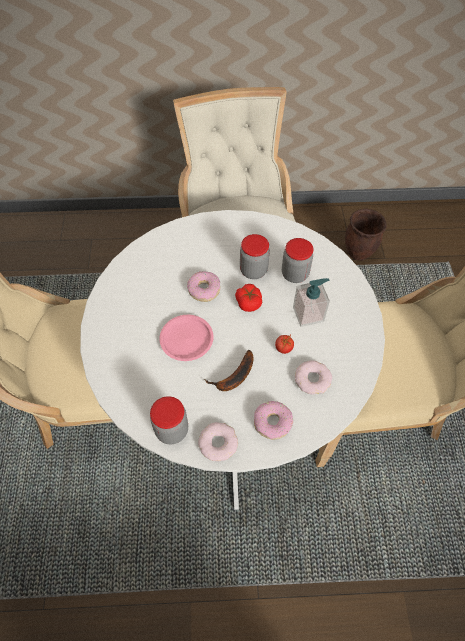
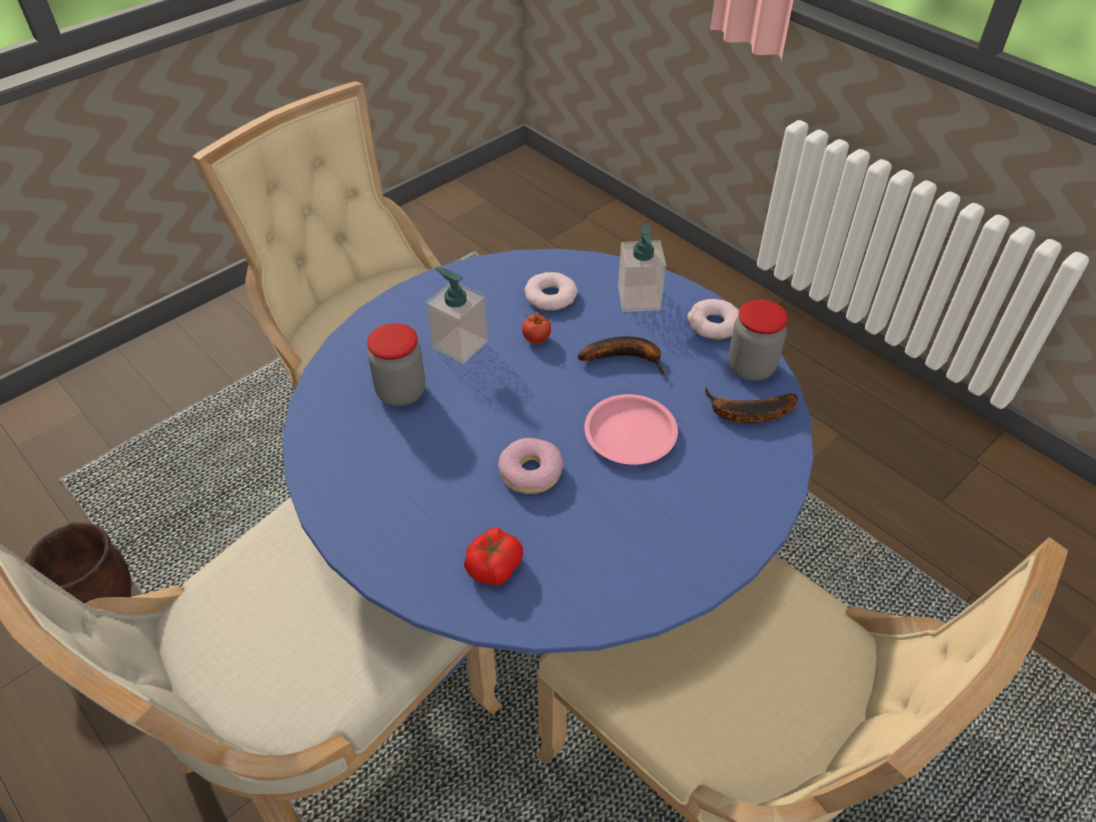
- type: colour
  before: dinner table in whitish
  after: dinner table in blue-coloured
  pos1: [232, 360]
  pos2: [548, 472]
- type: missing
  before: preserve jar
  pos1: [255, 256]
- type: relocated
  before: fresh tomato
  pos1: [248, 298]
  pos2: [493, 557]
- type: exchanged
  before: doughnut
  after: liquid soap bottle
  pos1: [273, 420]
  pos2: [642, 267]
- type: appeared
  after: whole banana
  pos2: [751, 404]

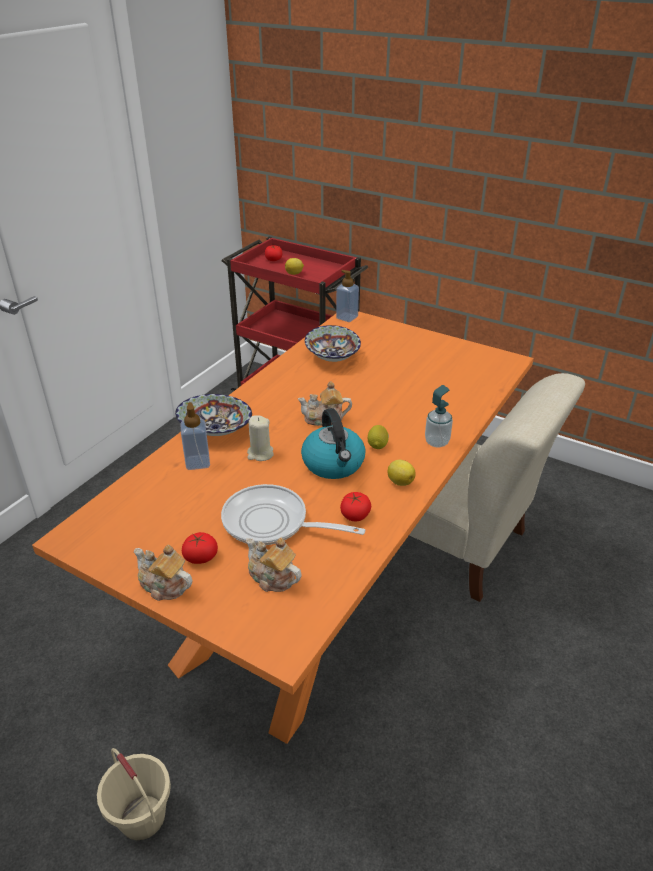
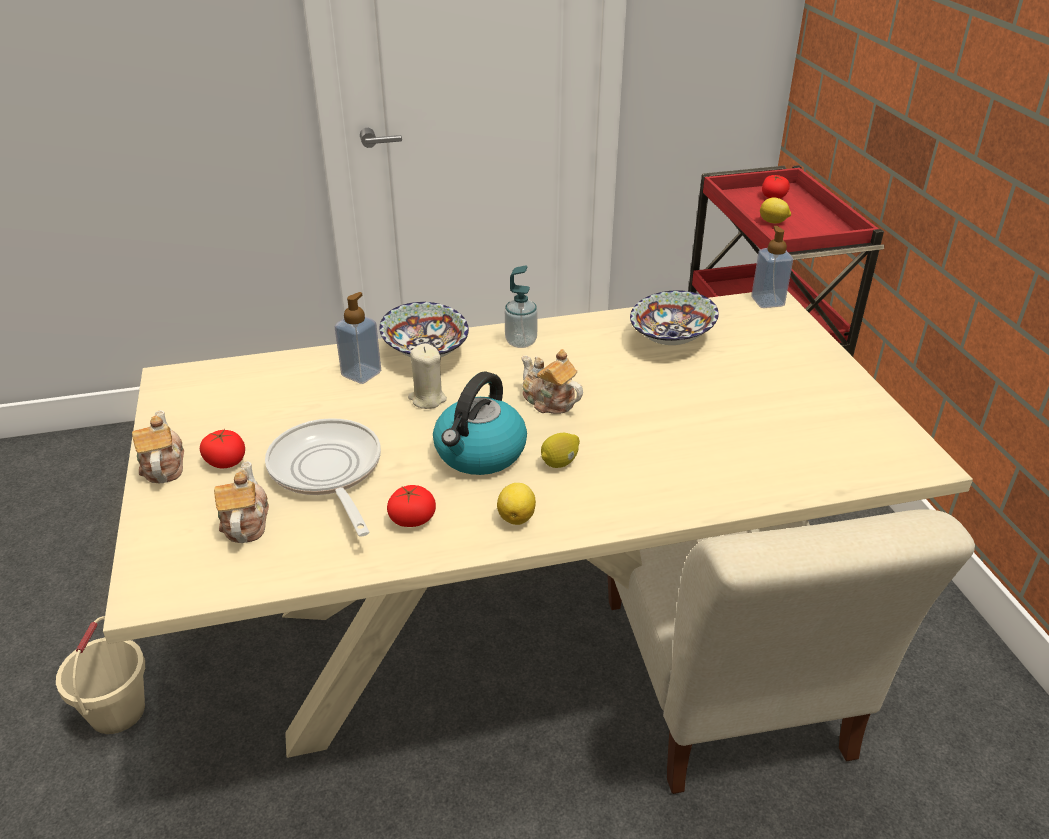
- type: colour
  before: dinner table in orange
  after: dinner table in sand-coloured
  pos1: [283, 527]
  pos2: [538, 524]
- type: relocated
  before: liquid soap bottle
  pos1: [439, 416]
  pos2: [521, 306]

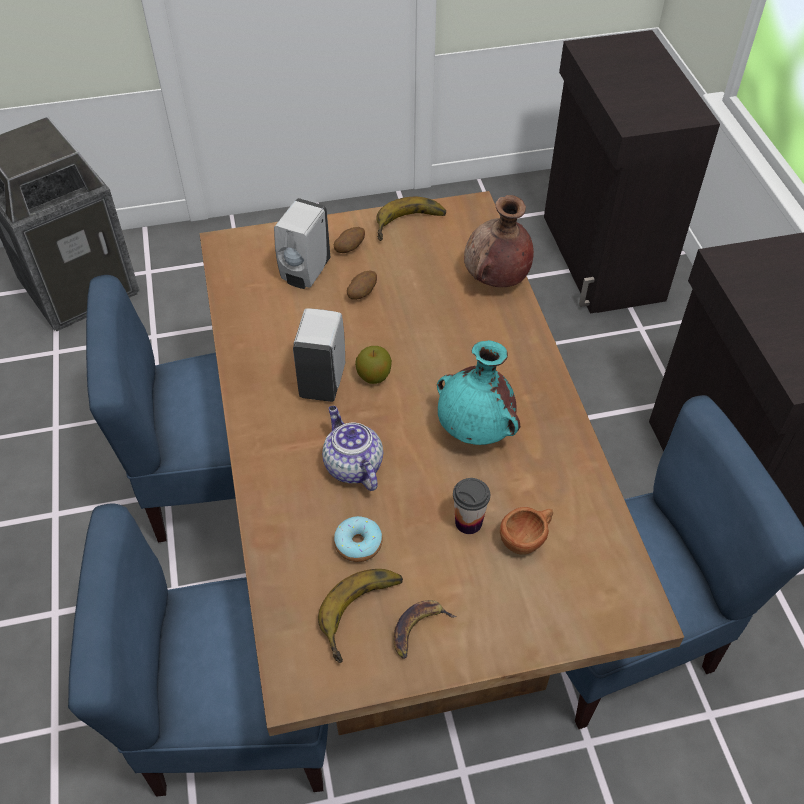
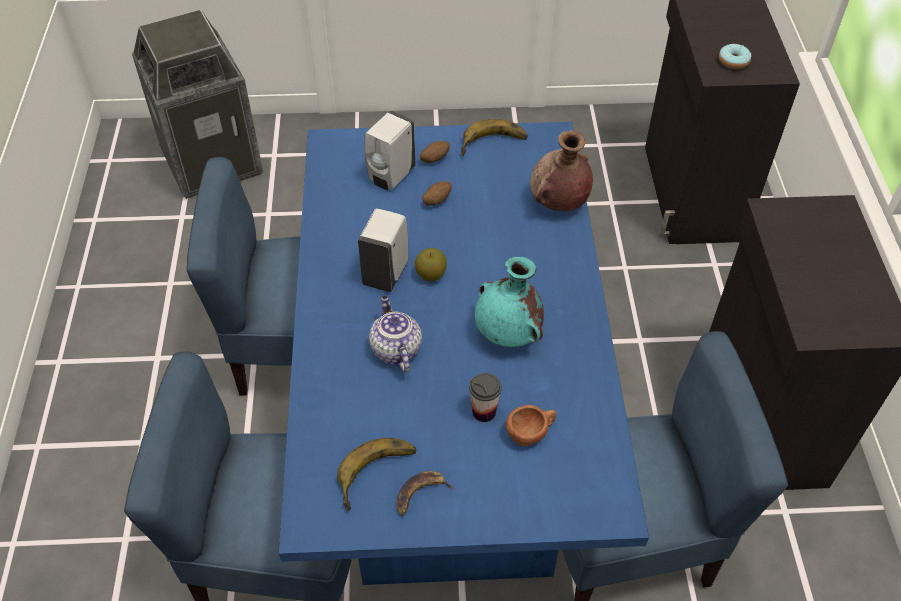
- type: colour
  before: dinner table in brown
  after: dinner table in blue-coloured
  pos1: [441, 463]
  pos2: [464, 353]
- type: relocated
  before: doughnut
  pos1: [358, 539]
  pos2: [735, 56]

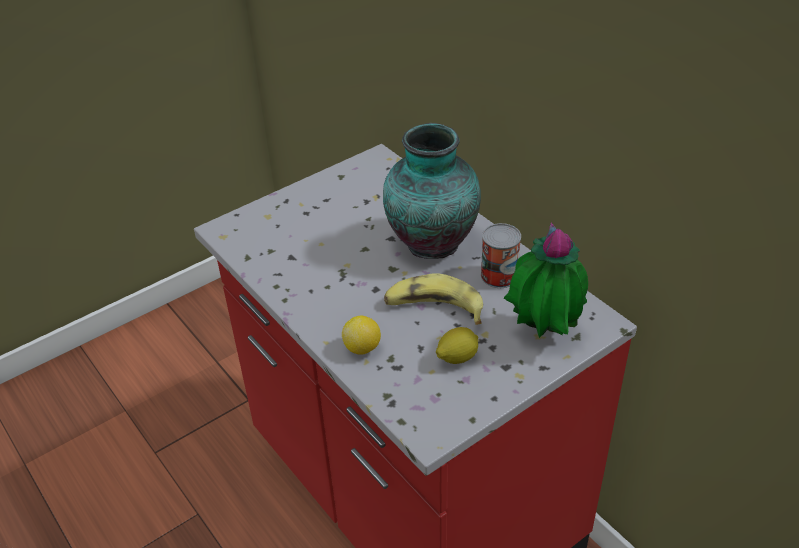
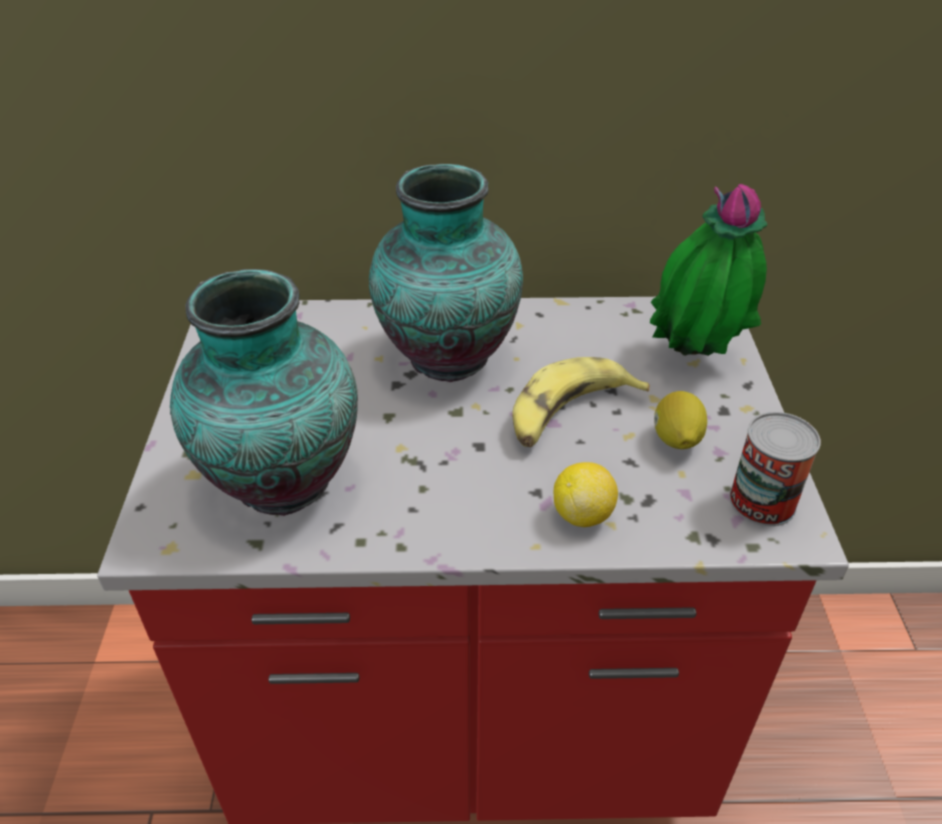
- type: relocated
  before: sealed can
  pos1: [501, 255]
  pos2: [775, 469]
- type: appeared
  after: flower vase
  pos2: [264, 392]

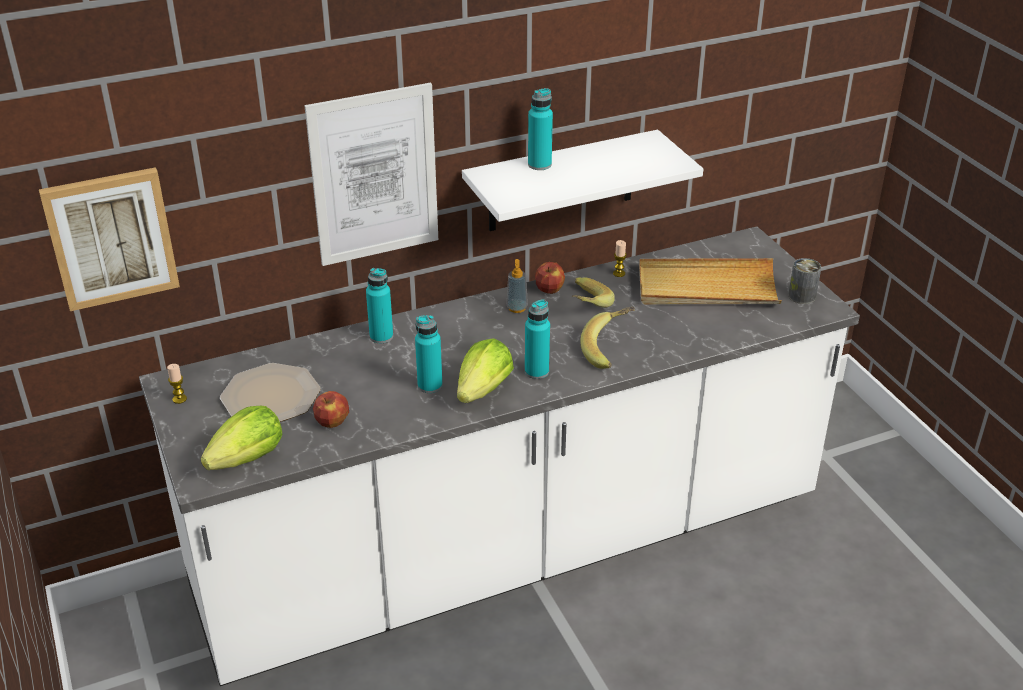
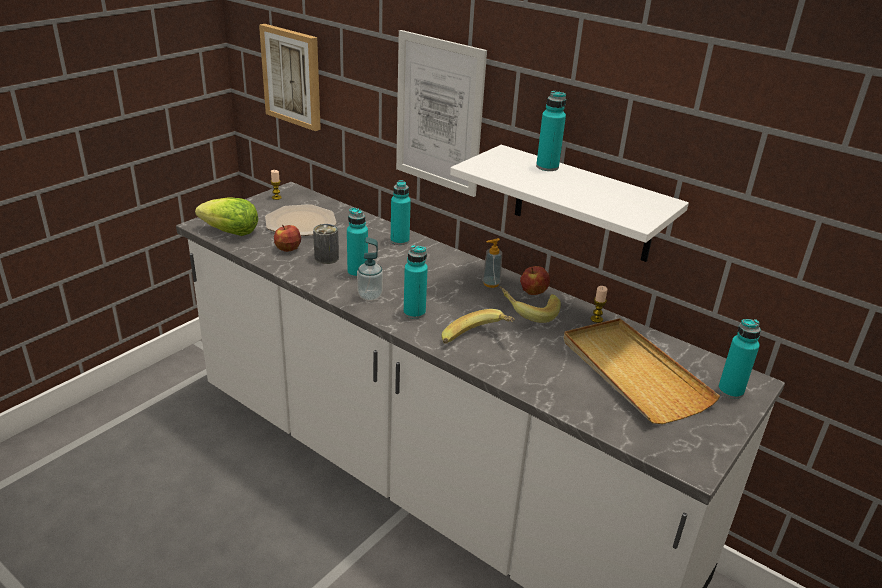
- type: relocated
  before: sealed can
  pos1: [804, 281]
  pos2: [326, 244]
- type: exchanged
  before: lettuce head
  after: liquid soap bottle
  pos1: [485, 370]
  pos2: [370, 269]
- type: appeared
  after: drink bottle in turquoise-coloured
  pos2: [739, 359]

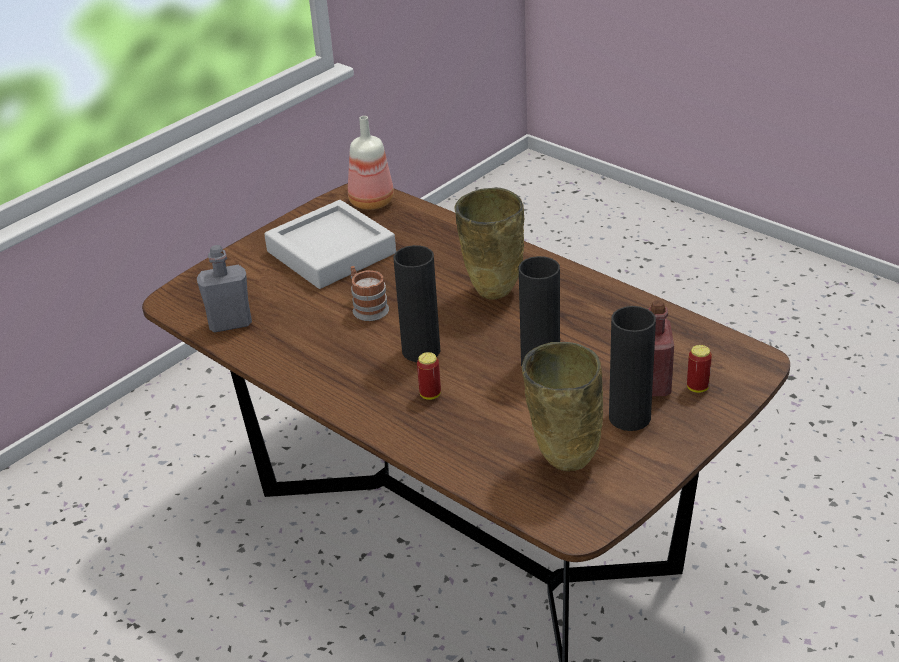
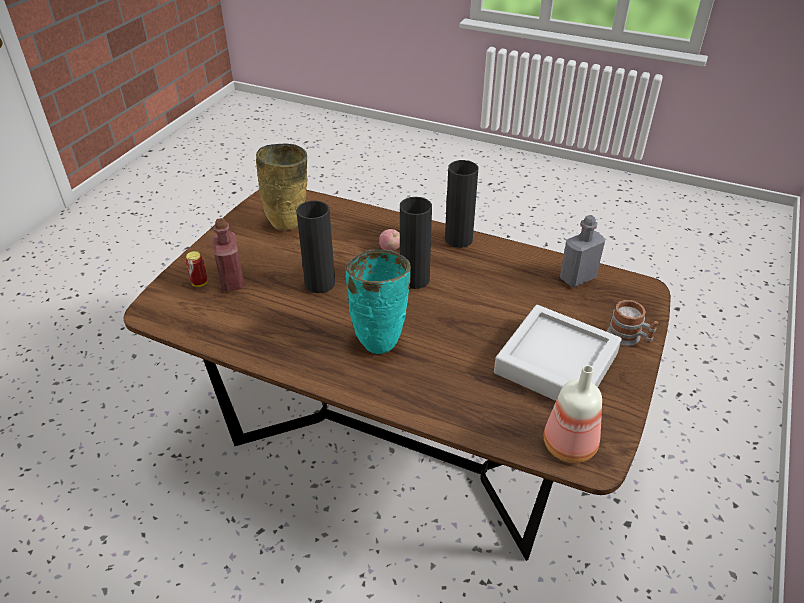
- type: colour
  before: flower vase in sand-coloured
  after: flower vase in turquoise-coloured
  pos1: [489, 244]
  pos2: [378, 301]
- type: relocated
  before: coffee mug
  pos1: [370, 293]
  pos2: [632, 323]
- type: relocated
  before: flower vase in black-coloured
  pos1: [632, 368]
  pos2: [462, 204]
- type: exchanged
  before: sealed can
  after: apple
  pos1: [429, 376]
  pos2: [389, 240]

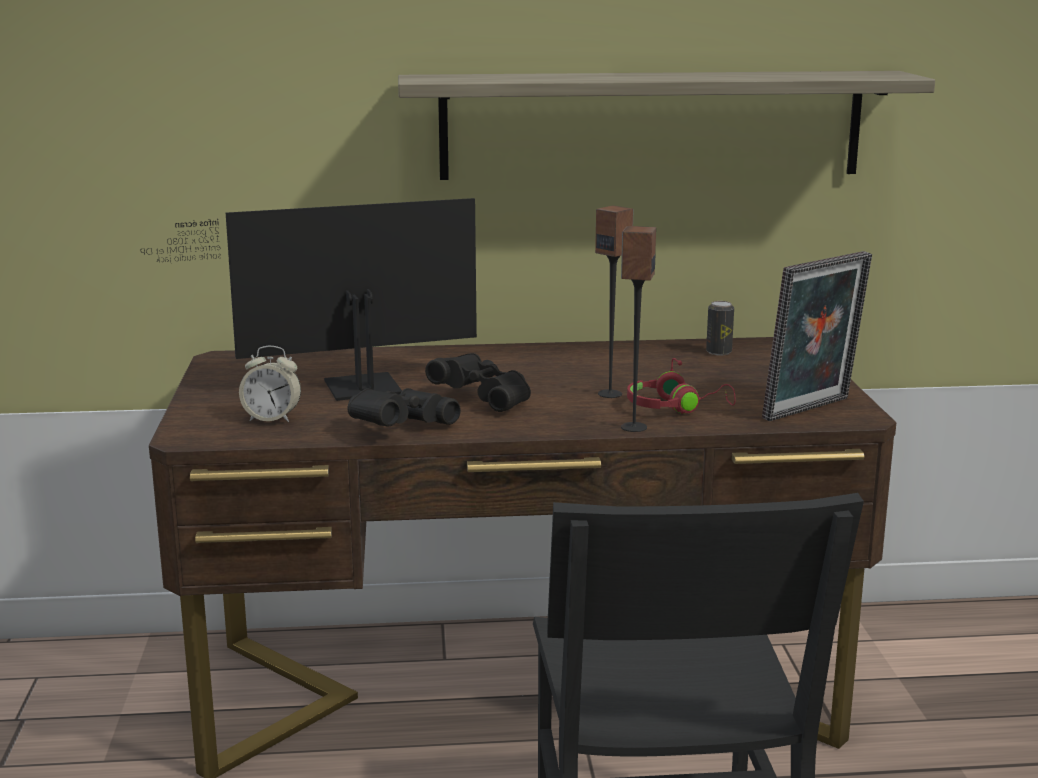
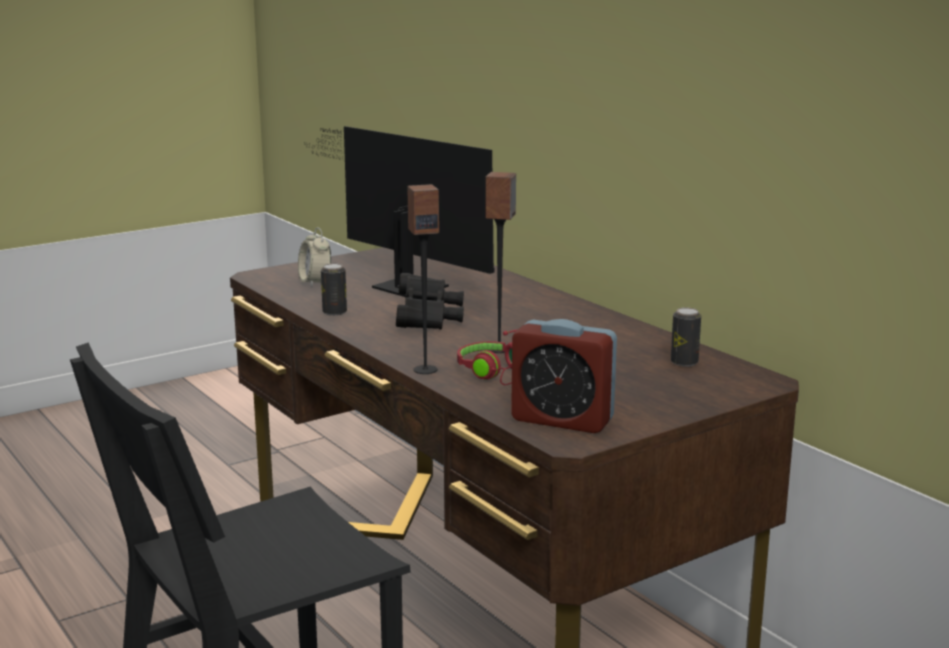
- type: missing
  before: shelf
  pos1: [666, 125]
- type: exchanged
  before: photo frame
  after: bedside clock
  pos1: [817, 336]
  pos2: [564, 376]
- type: exchanged
  before: field glasses in black-coloured
  after: sealed can
  pos1: [404, 407]
  pos2: [334, 289]

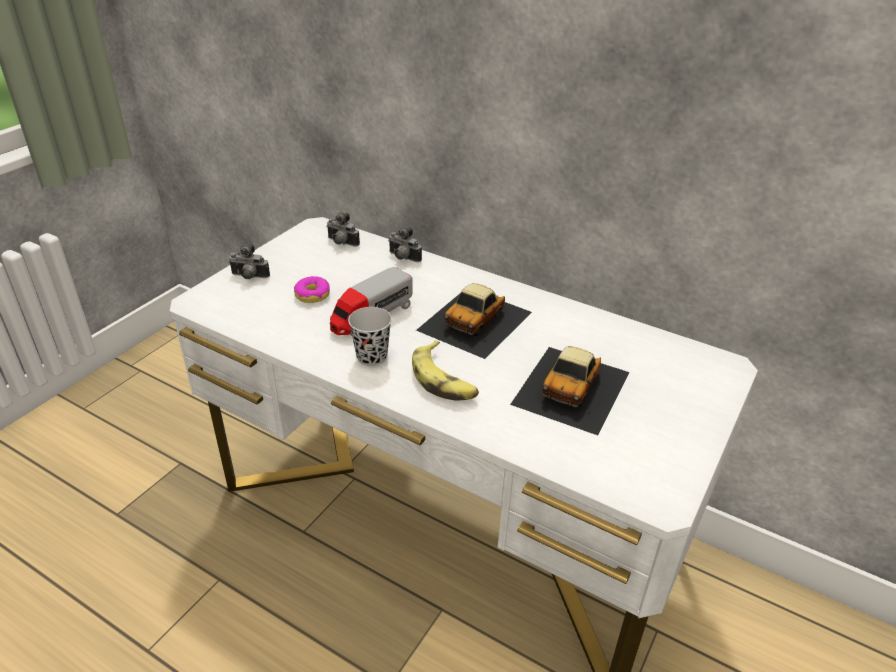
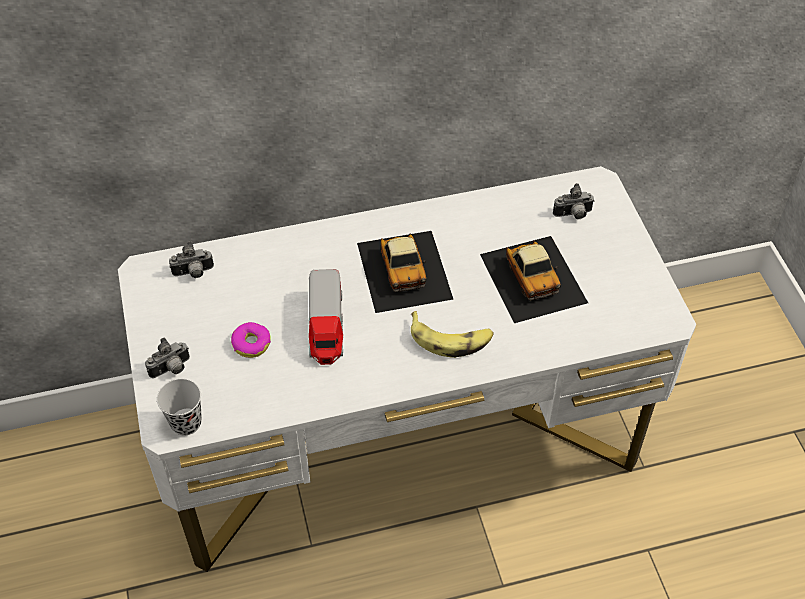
- type: relocated
  before: still camera
  pos1: [405, 244]
  pos2: [574, 201]
- type: relocated
  before: small cup in black-coloured
  pos1: [370, 336]
  pos2: [179, 407]

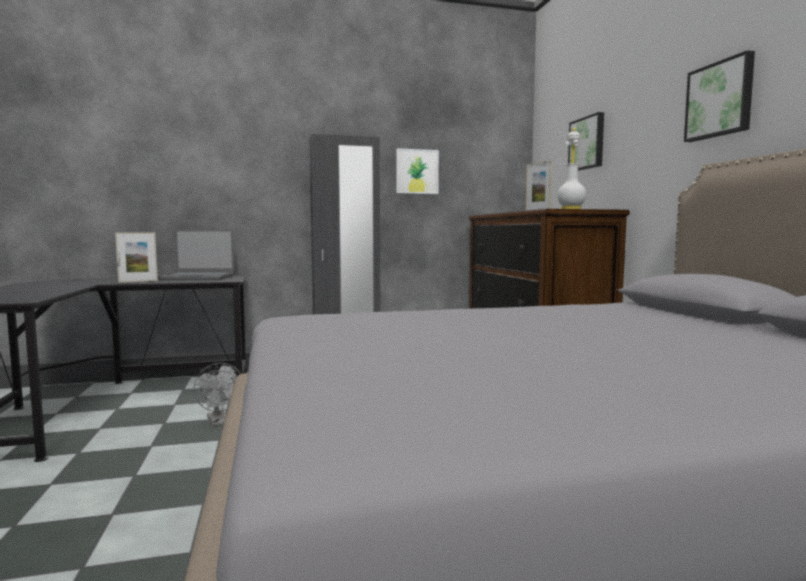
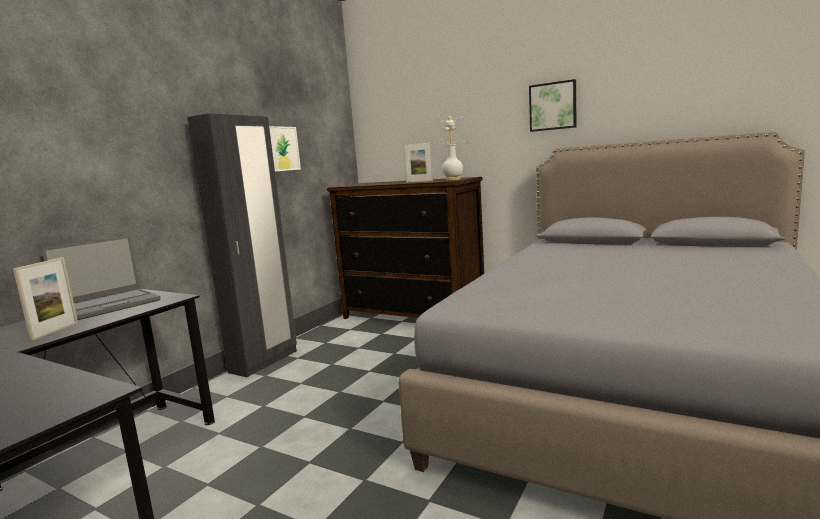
- type: missing
  before: wall picture
  pos1: [586, 141]
- type: missing
  before: fan in grey
  pos1: [217, 394]

